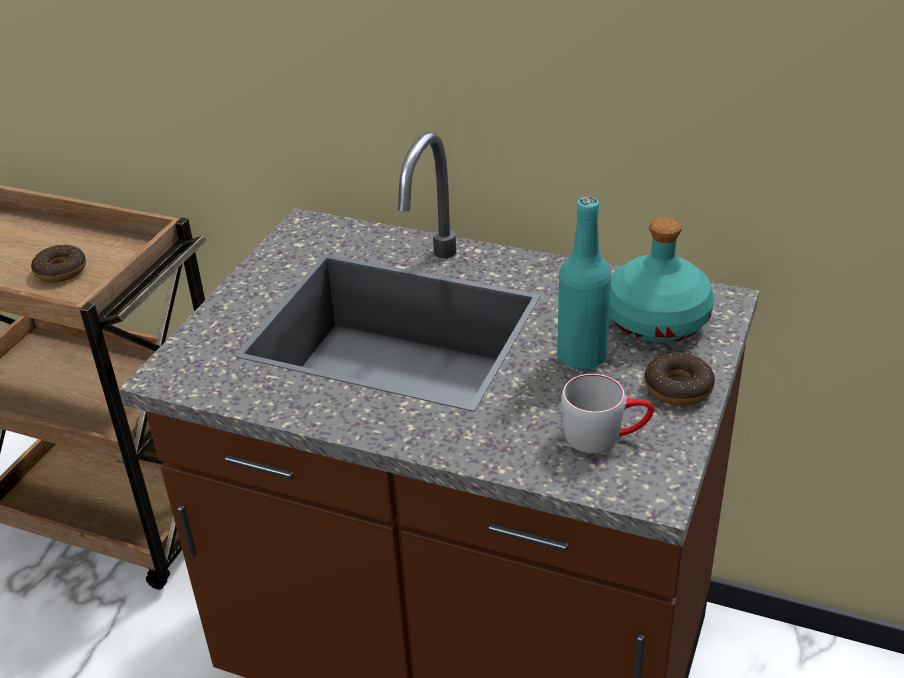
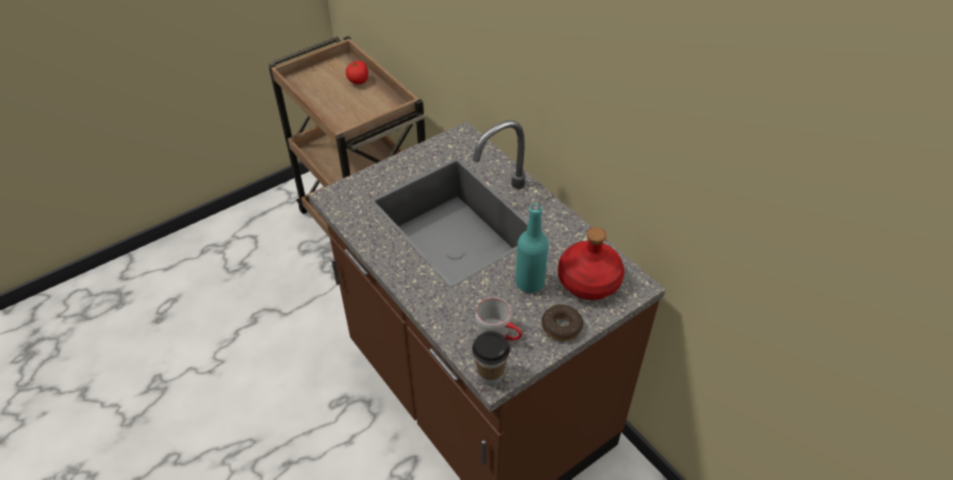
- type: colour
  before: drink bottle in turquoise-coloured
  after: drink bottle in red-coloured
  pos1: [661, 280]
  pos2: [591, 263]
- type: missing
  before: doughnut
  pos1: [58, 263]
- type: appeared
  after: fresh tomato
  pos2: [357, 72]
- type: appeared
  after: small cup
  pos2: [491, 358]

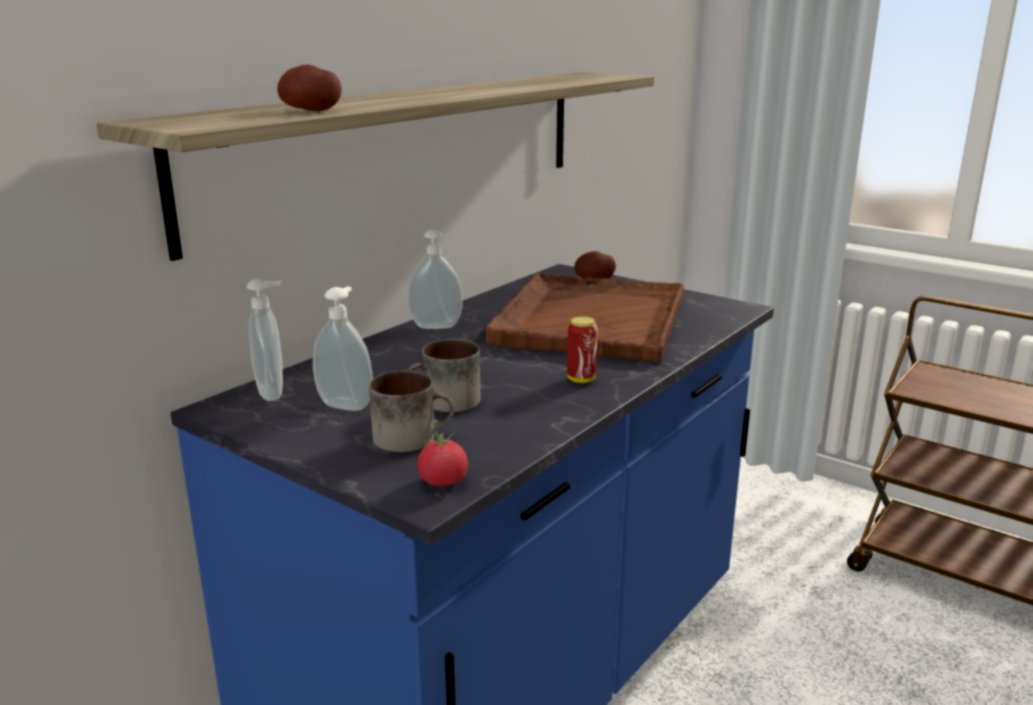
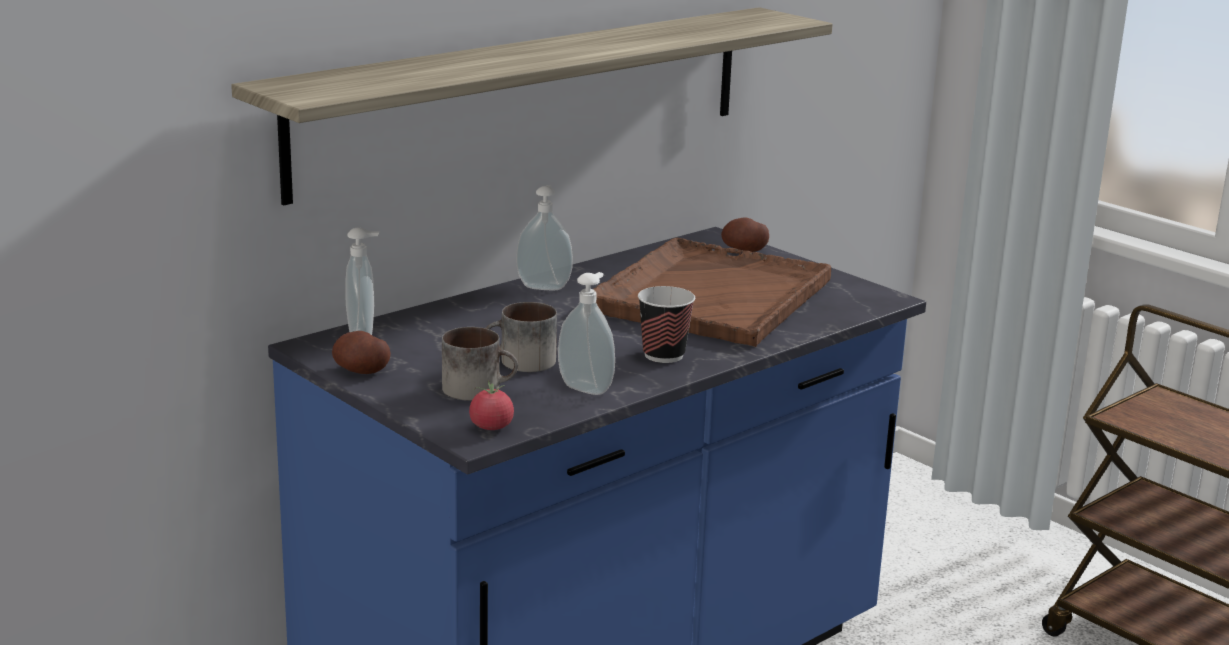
- type: relocated
  before: potato
  pos1: [309, 87]
  pos2: [361, 352]
- type: relocated
  before: liquid soap bottle
  pos1: [343, 348]
  pos2: [586, 333]
- type: exchanged
  before: sealed can
  after: small cup
  pos1: [582, 349]
  pos2: [666, 324]

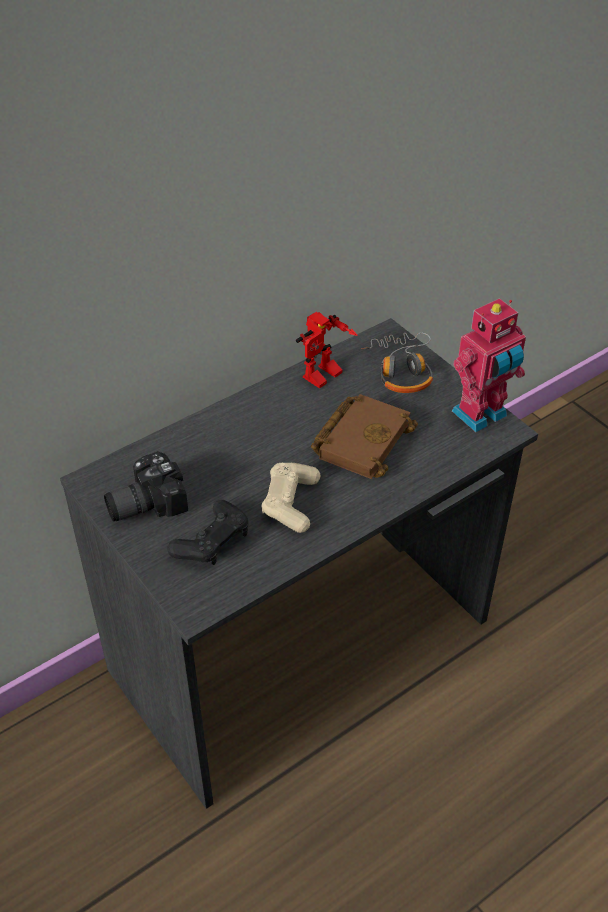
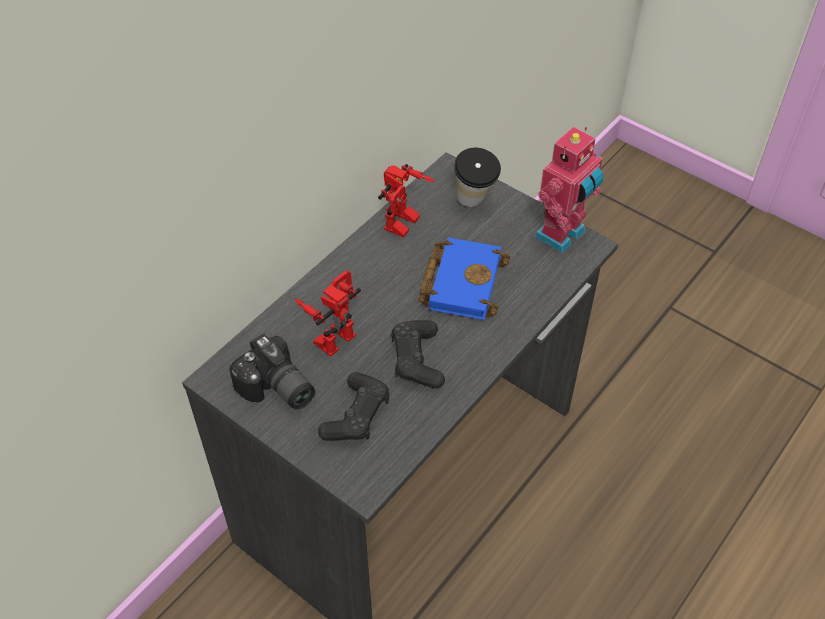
- type: exchanged
  before: headset
  after: small cup
  pos1: [397, 363]
  pos2: [477, 177]
- type: colour
  before: volume in brown
  after: volume in blue-coloured
  pos1: [364, 436]
  pos2: [464, 279]
- type: spun
  before: still camera
  pos1: [146, 486]
  pos2: [272, 372]
  turn: -90
- type: colour
  before: gamepad in sand-coloured
  after: gamepad in black-coloured
  pos1: [291, 498]
  pos2: [418, 354]
- type: appeared
  after: toy robot
  pos2: [327, 314]

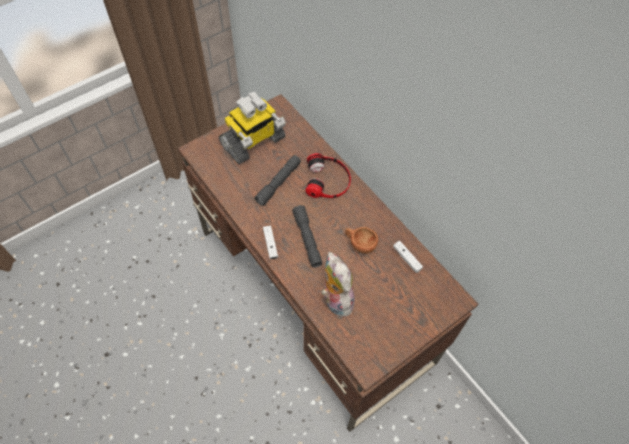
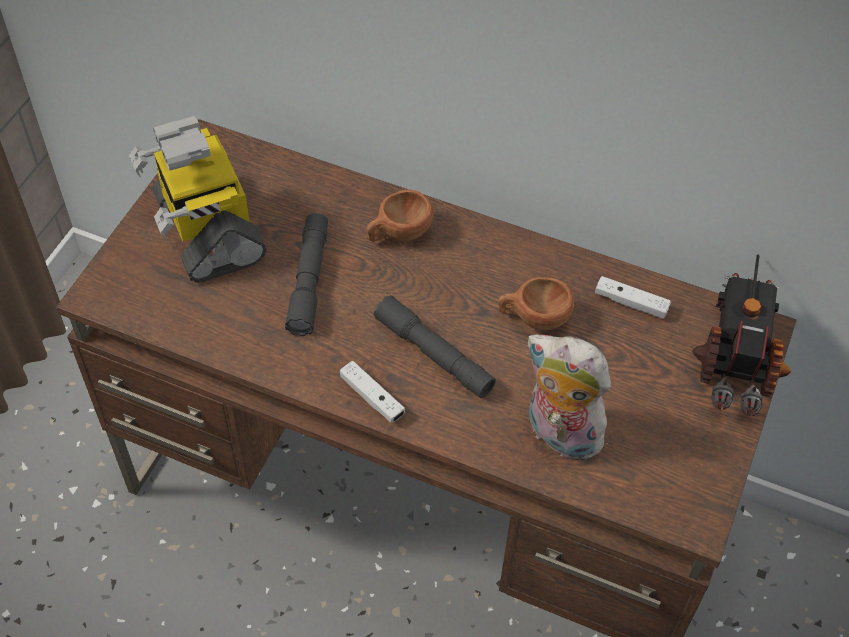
- type: spun
  before: toy robot
  pos1: [252, 128]
  pos2: [198, 199]
  turn: 135
- type: exchanged
  before: headset
  after: small cup in brown
  pos1: [328, 175]
  pos2: [400, 216]
- type: appeared
  after: toy lorry
  pos2: [741, 335]

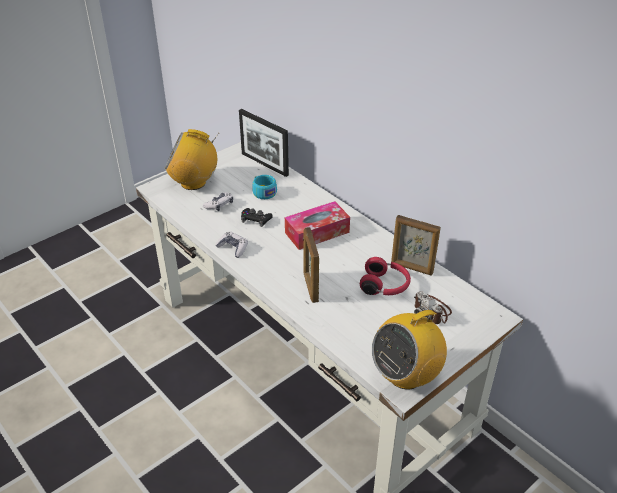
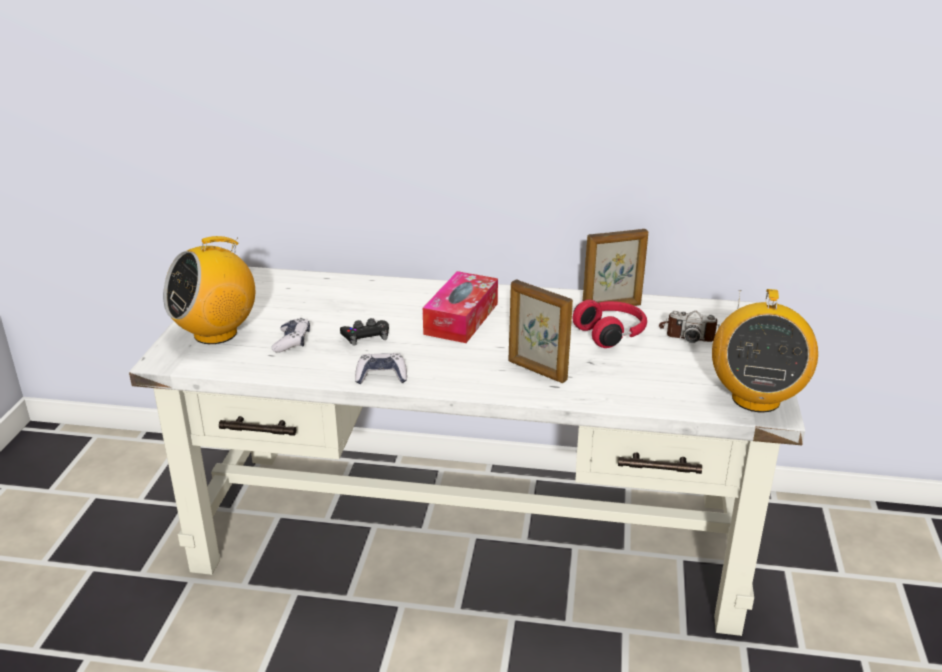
- type: missing
  before: photo frame
  pos1: [264, 143]
- type: missing
  before: small cup in turquoise-coloured
  pos1: [264, 187]

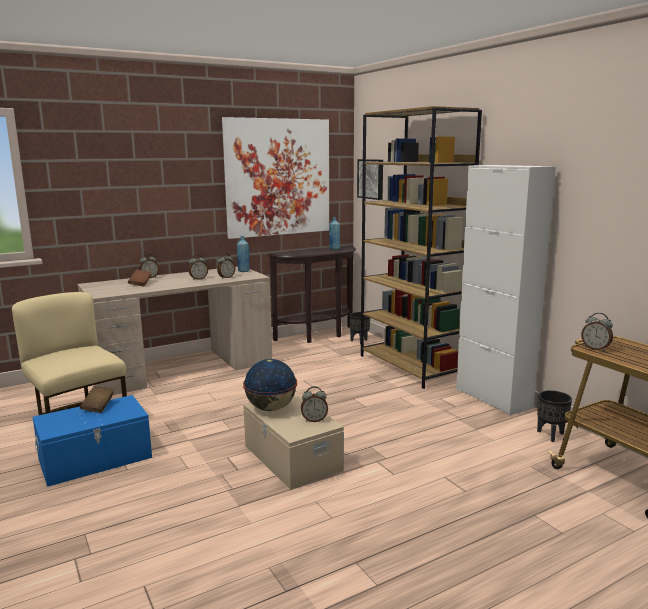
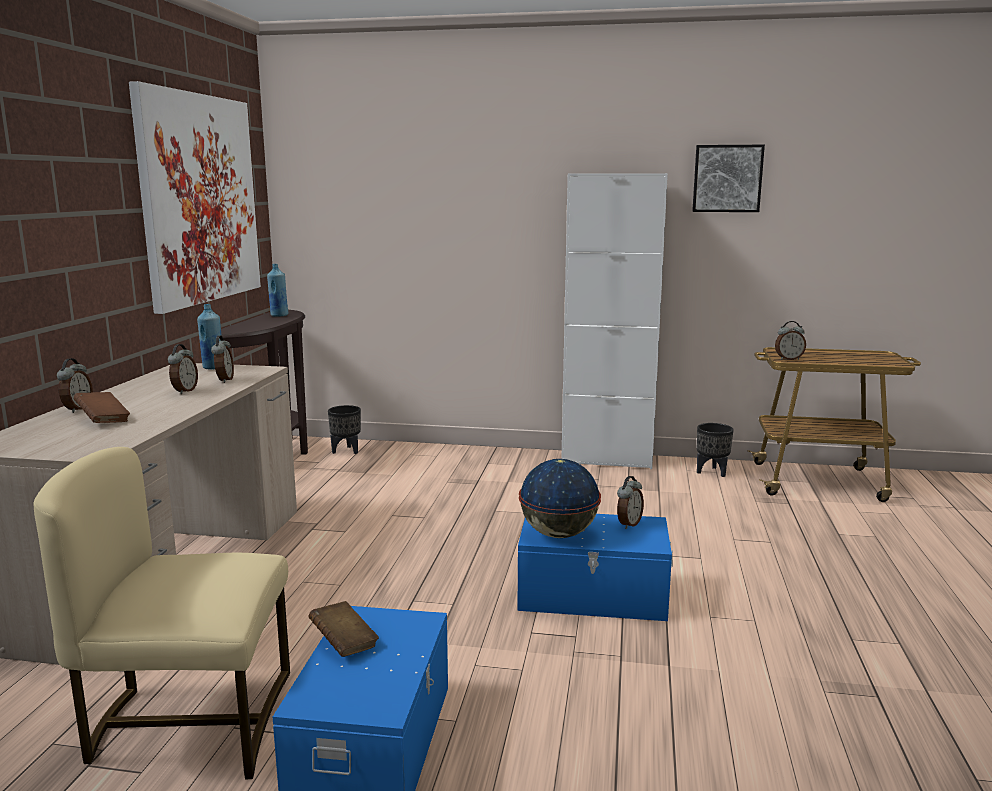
- type: missing
  before: bookcase in brown
  pos1: [421, 247]
- type: relocated
  before: wall picture
  pos1: [370, 179]
  pos2: [728, 178]
- type: colour
  before: storage bin in sand-coloured
  after: storage bin in blue-coloured
  pos1: [294, 442]
  pos2: [595, 567]

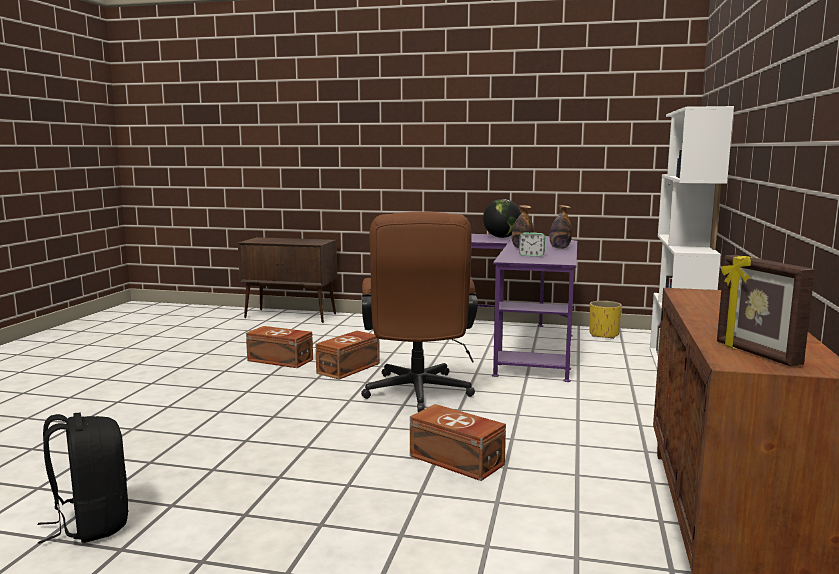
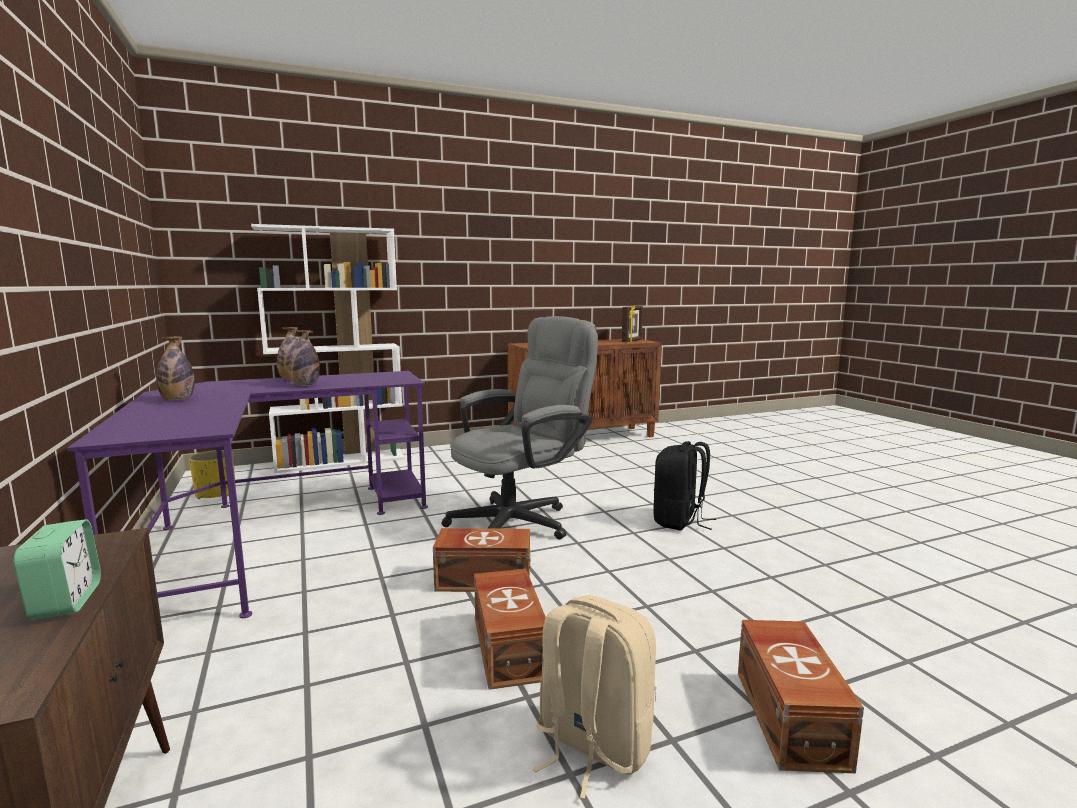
- type: exchanged
  before: desk globe
  after: drink bottle
  pos1: [502, 218]
  pos2: [175, 368]
- type: colour
  before: office chair in brown
  after: office chair in grey
  pos1: [419, 312]
  pos2: [519, 428]
- type: relocated
  before: bedside clock
  pos1: [532, 244]
  pos2: [57, 569]
- type: relocated
  before: storage bin in brown
  pos1: [458, 442]
  pos2: [801, 696]
- type: relocated
  before: rucksack in black-coloured
  pos1: [83, 478]
  pos2: [684, 485]
- type: appeared
  after: rucksack in sand-coloured
  pos2: [594, 697]

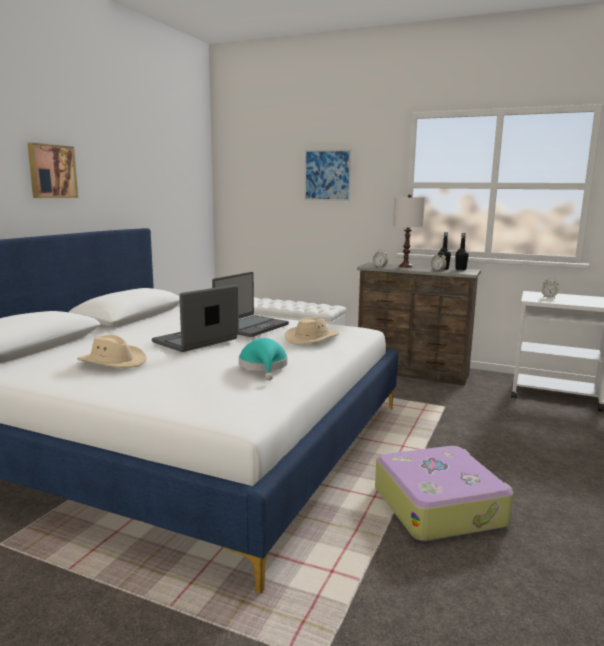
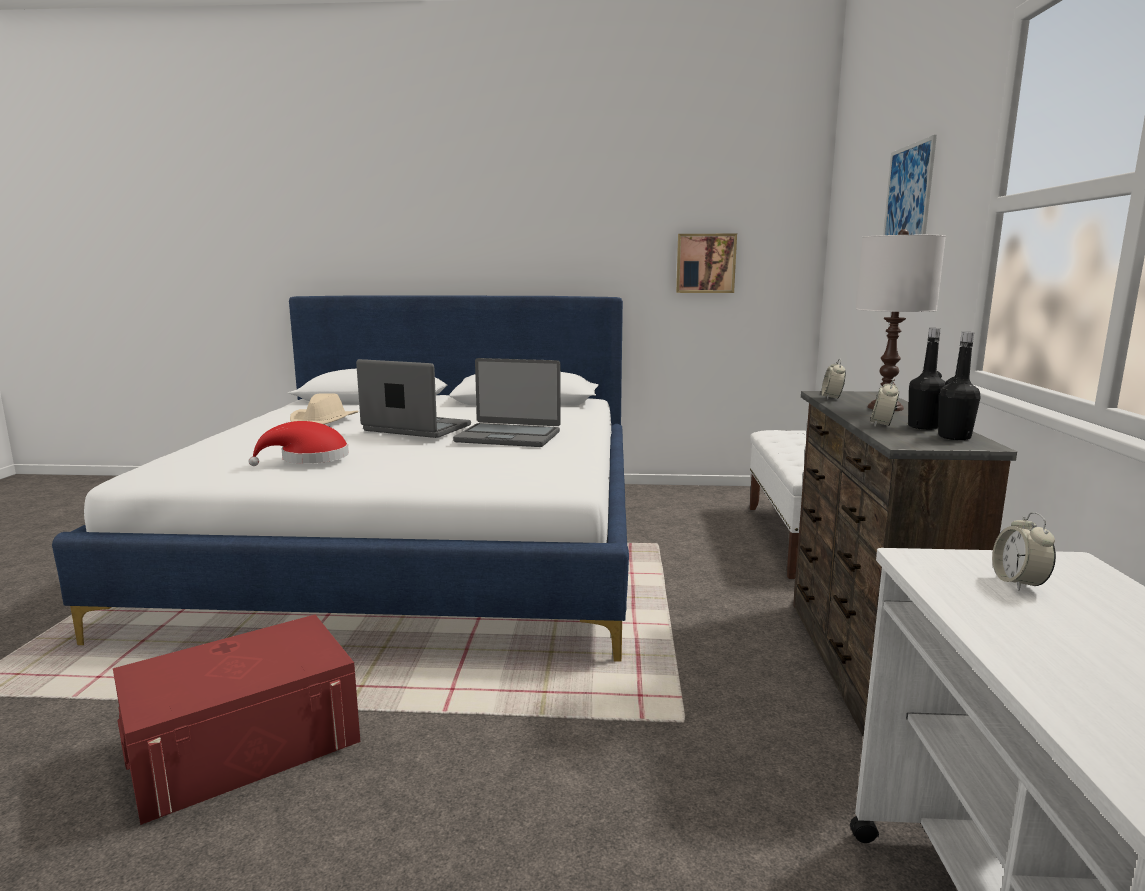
- type: relocated
  before: wall picture
  pos1: [52, 170]
  pos2: [706, 263]
- type: missing
  before: hat in sand-coloured
  pos1: [312, 330]
- type: colour
  before: hat in turquoise-coloured
  after: hat in red-coloured
  pos1: [263, 359]
  pos2: [298, 443]
- type: exchanged
  before: piece of luggage
  after: storage bin in red-coloured
  pos1: [444, 493]
  pos2: [236, 720]

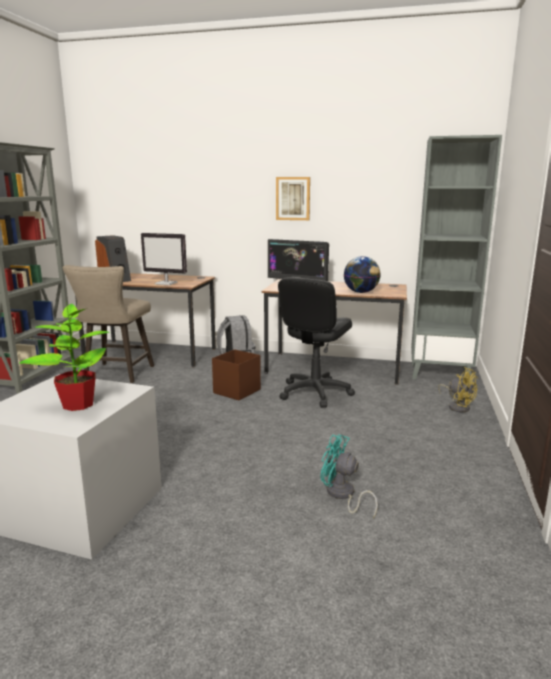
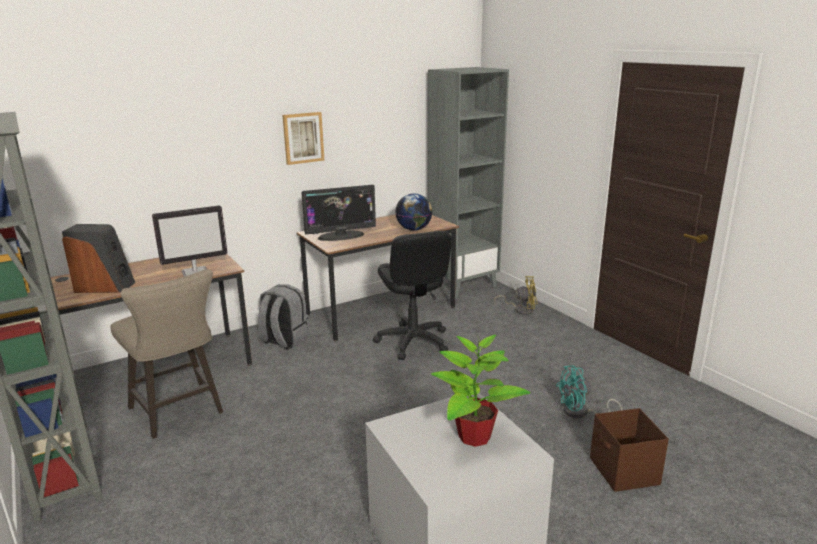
- type: relocated
  before: storage bin in brown
  pos1: [236, 374]
  pos2: [629, 450]

